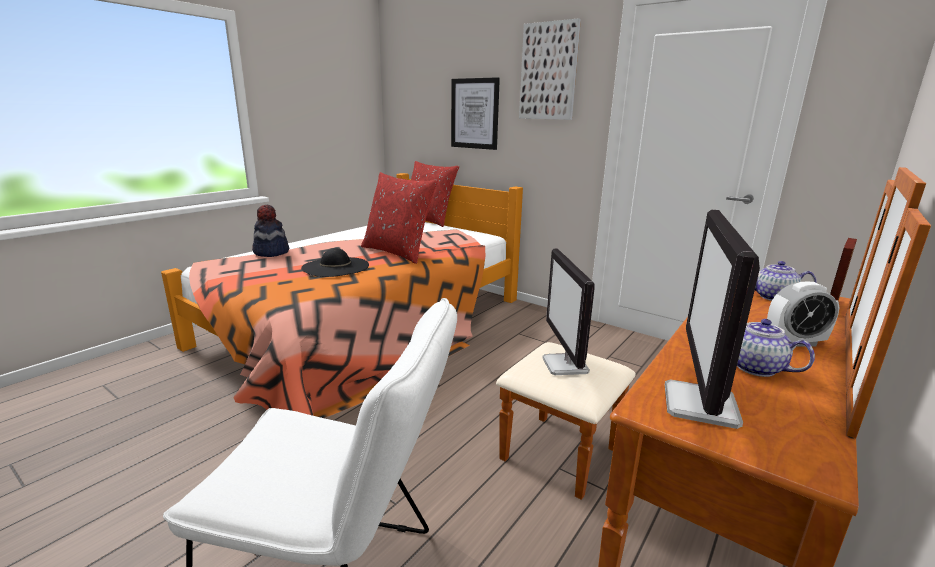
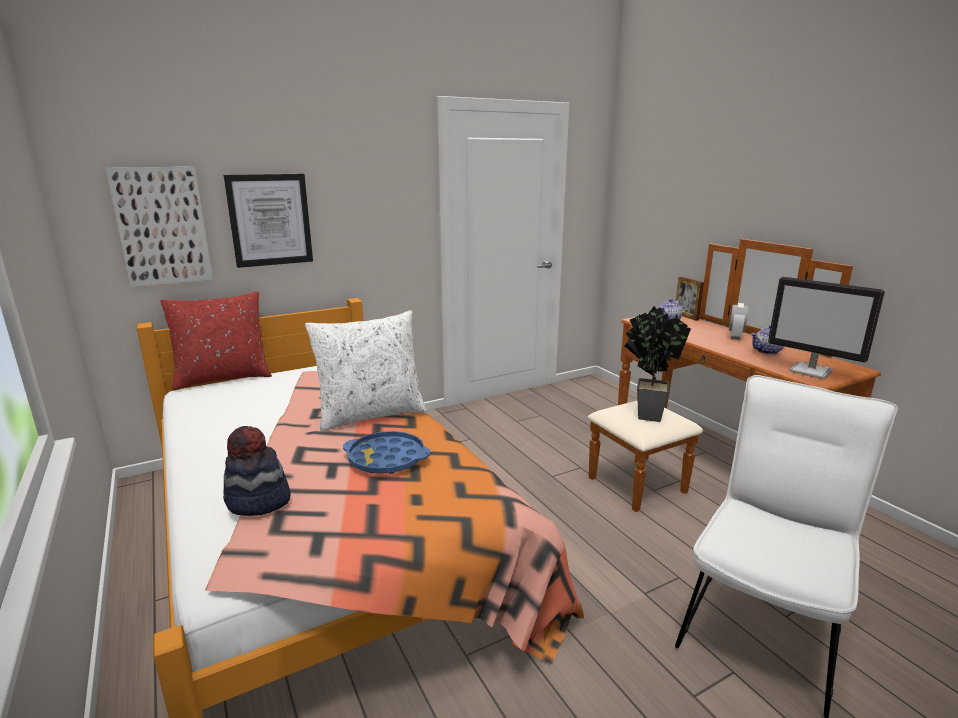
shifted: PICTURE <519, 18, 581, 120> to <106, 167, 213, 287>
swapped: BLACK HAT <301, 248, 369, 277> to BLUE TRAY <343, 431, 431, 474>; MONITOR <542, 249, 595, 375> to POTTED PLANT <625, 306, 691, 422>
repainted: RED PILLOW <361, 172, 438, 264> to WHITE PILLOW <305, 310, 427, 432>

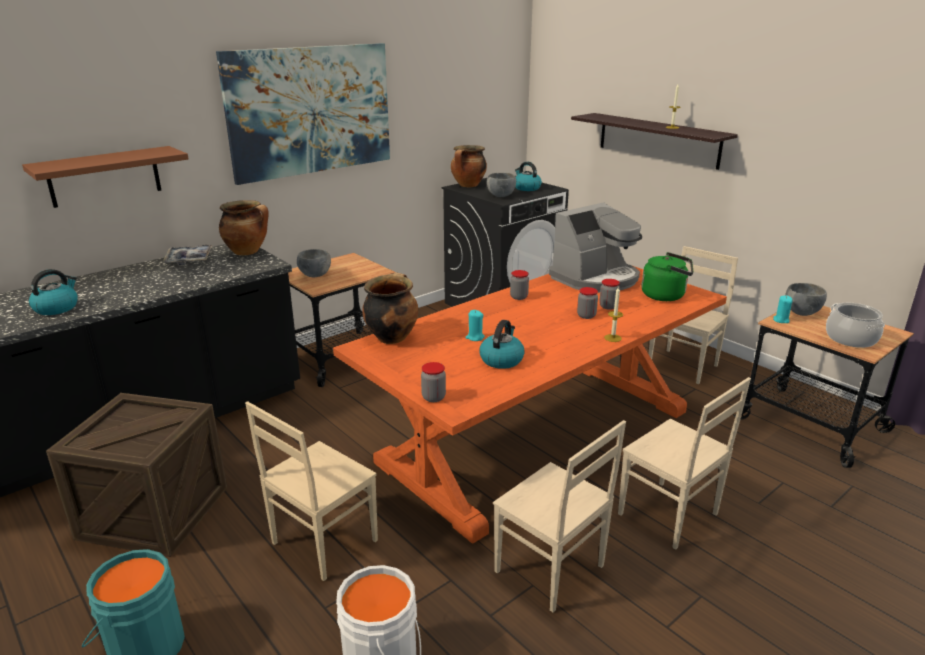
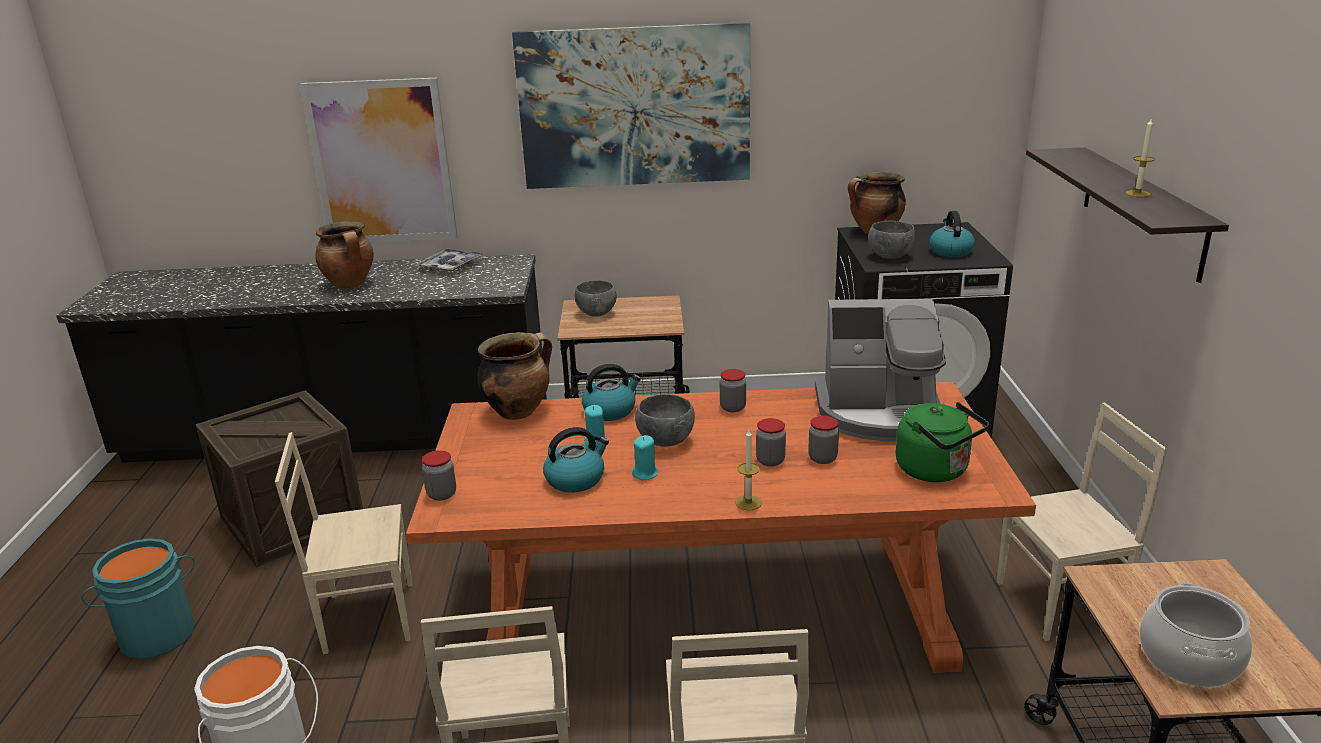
shifted: KETTLE <29, 269, 78, 315> to <582, 364, 641, 421>; COOKING POT <219, 200, 269, 255> to <315, 221, 374, 289>; TURQUOISE CANDLE <773, 295, 793, 323> to <632, 435, 658, 480>; GREY BOWL <785, 283, 827, 316> to <635, 394, 695, 447>
swapped: BROWN SHELF <22, 146, 189, 208> to PICTURE <300, 78, 458, 242>

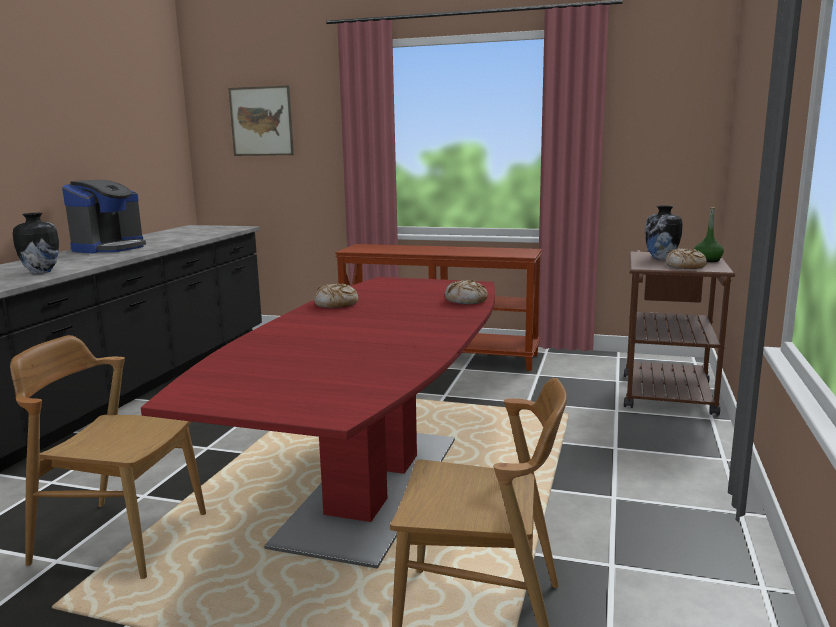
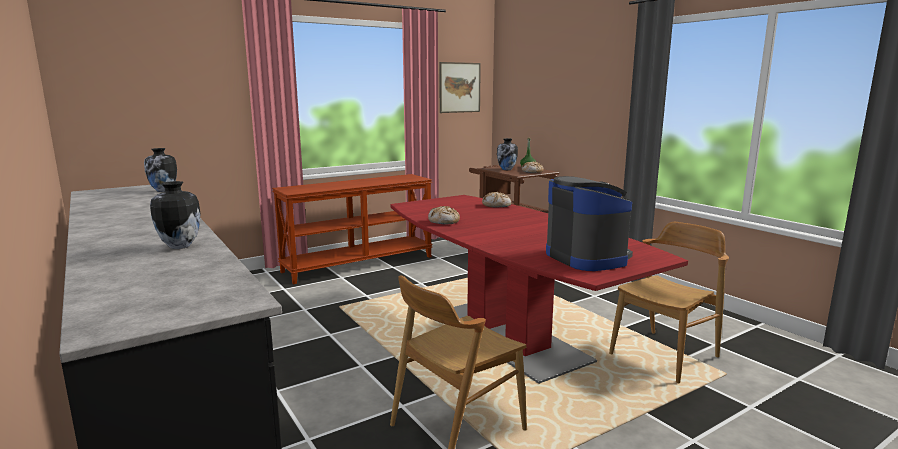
new: VASE <144, 148, 177, 192>
shifted: COFFEE MACHINE <62, 180, 146, 253> to <546, 176, 633, 271>; PICTURE <228, 86, 294, 156> to <439, 62, 481, 113>

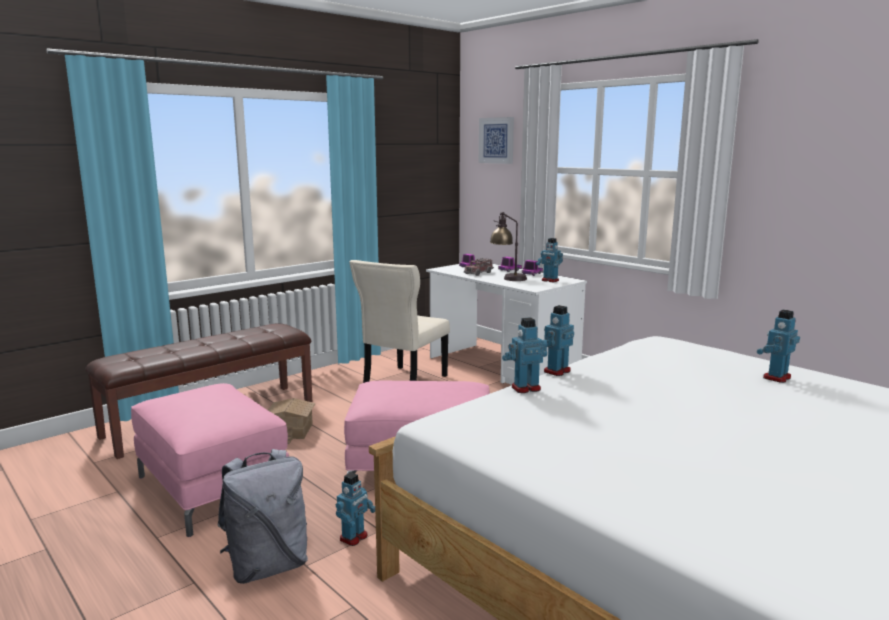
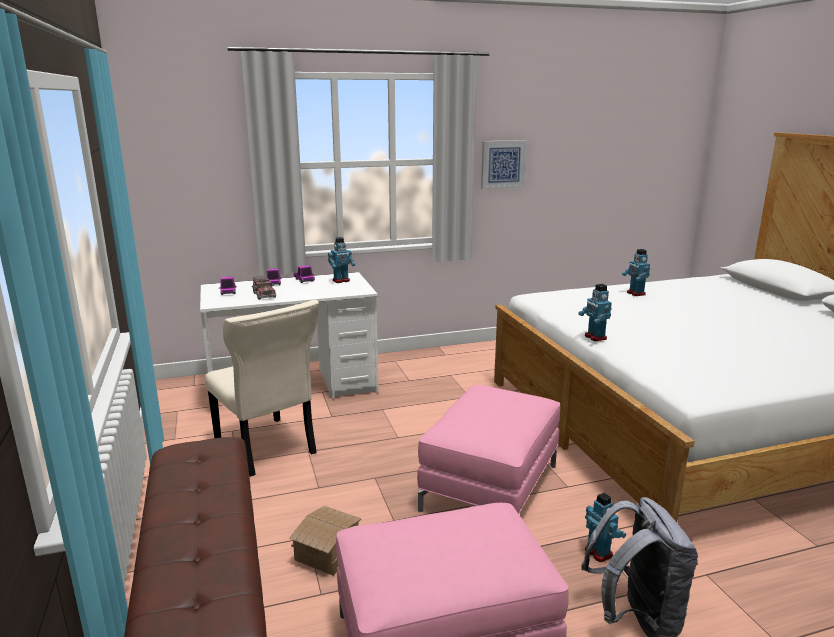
gone: TABLE LAMP <490, 212, 527, 281>; TOY ROBOT <502, 317, 548, 393>
shifted: PICTURE <479, 117, 514, 164> to <481, 140, 527, 189>

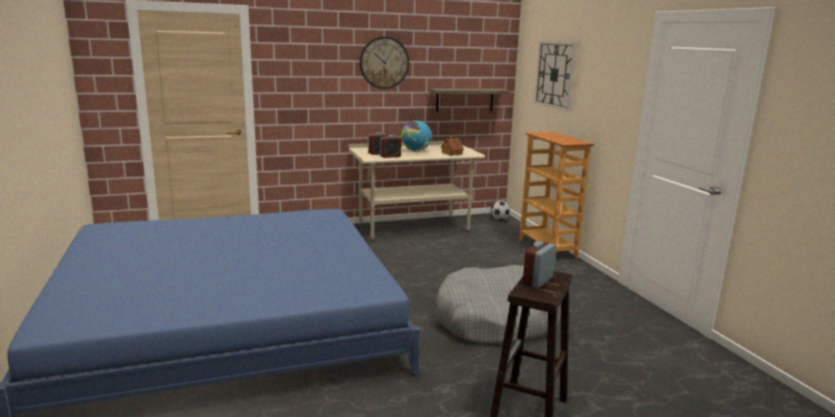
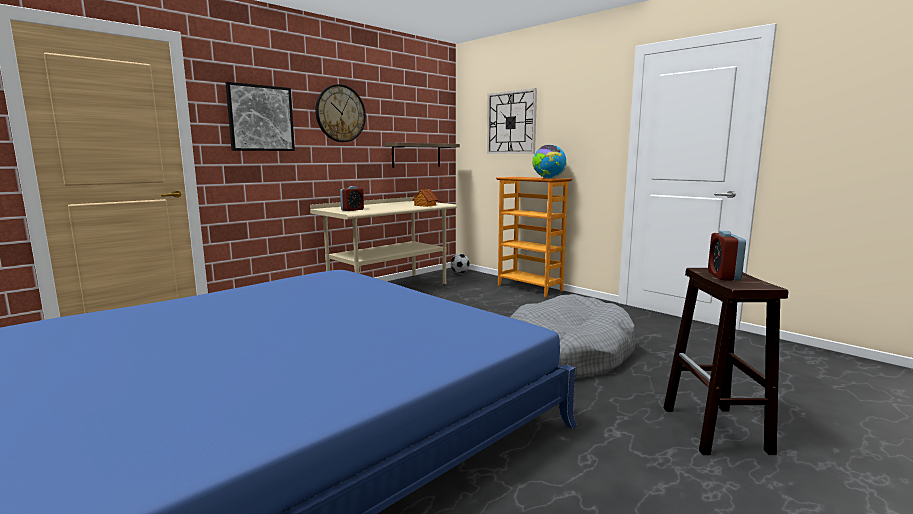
gone: ALARM CLOCK <380, 135, 402, 158>
new: PICTURE <225, 82, 295, 151>
shifted: GLOBE <401, 121, 432, 151> to <532, 145, 567, 179>

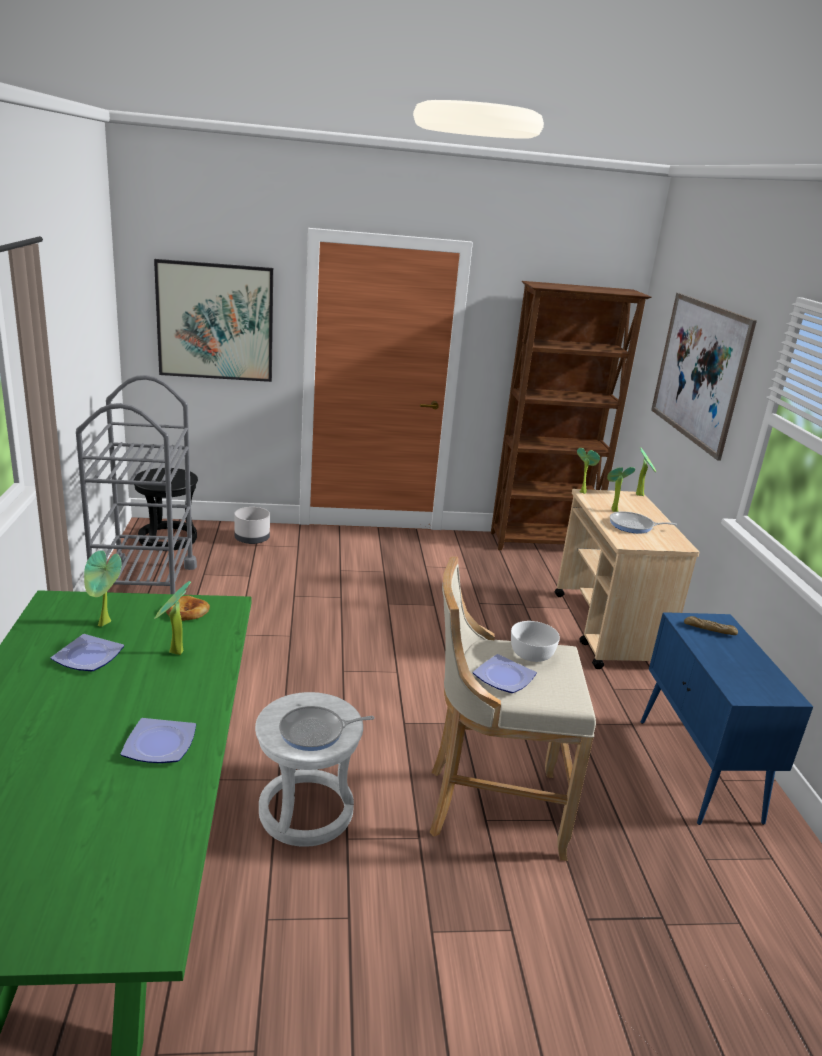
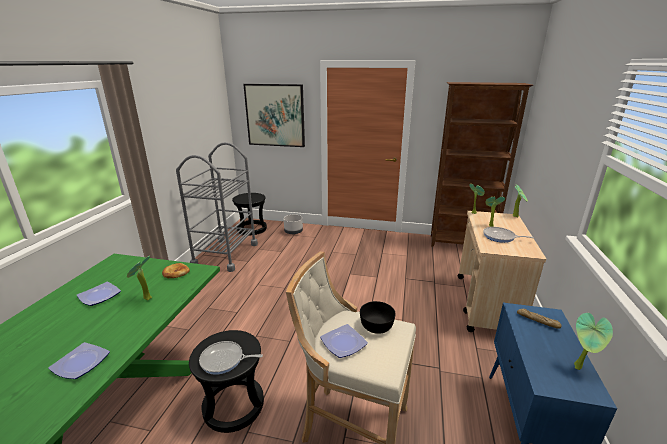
gone: PICTURE <651, 293, 757, 461>
shifted: POTTED PLANT <84, 550, 122, 627> to <574, 313, 613, 370>
repainted: WHITE STOOL <255, 692, 363, 847> to BLACK STOOL <189, 330, 264, 433>; WHITE BOWL <511, 621, 560, 662> to BLACK BOWL <360, 301, 396, 334>

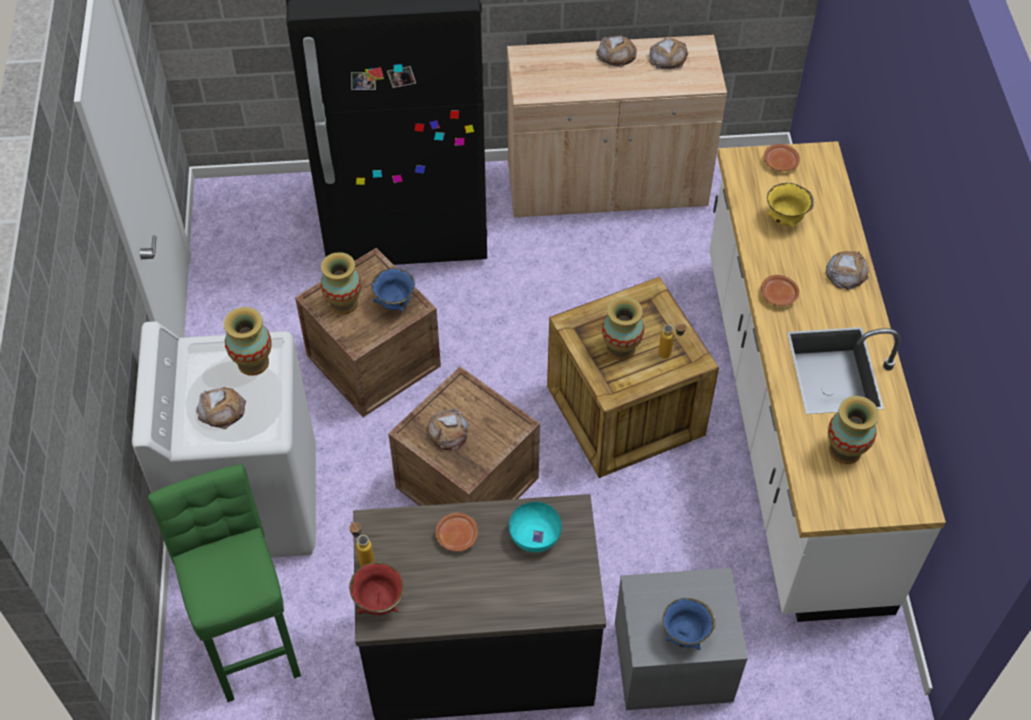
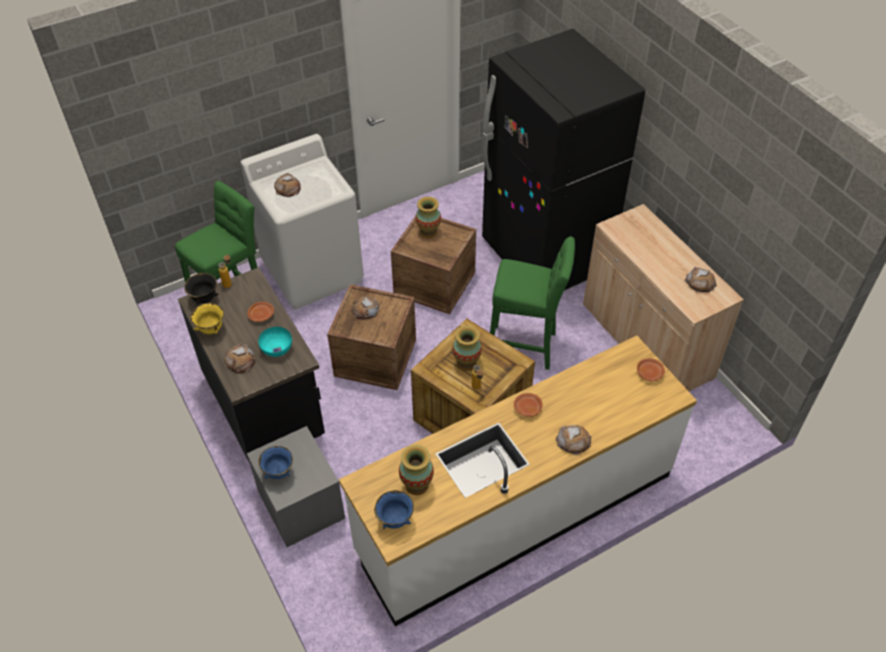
gone: VASE <224, 307, 272, 376>
new: GREEN STOOL <490, 236, 575, 370>
shifted: BLUE BOWL <371, 268, 415, 312> to <374, 490, 414, 529>; BREAD <596, 35, 637, 68> to <224, 343, 255, 373>; YELLOW BOWL <767, 183, 814, 227> to <190, 303, 224, 334>
repainted: RED BOWL <349, 562, 404, 615> to BLACK BOWL <184, 273, 218, 305>

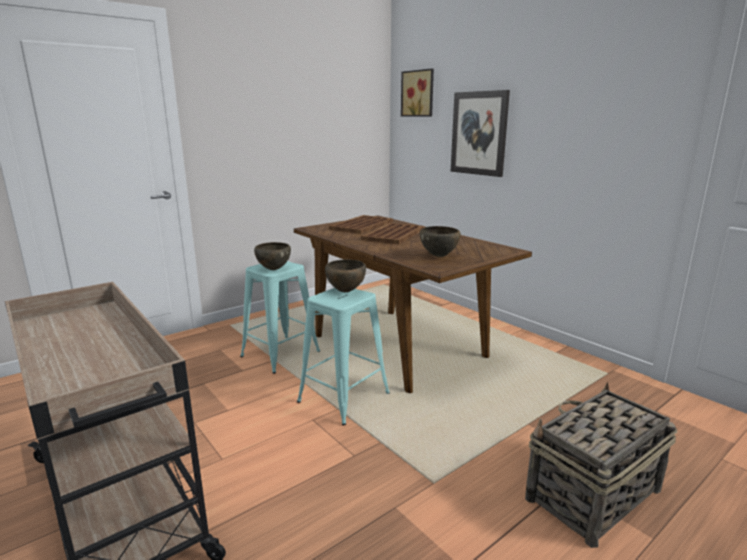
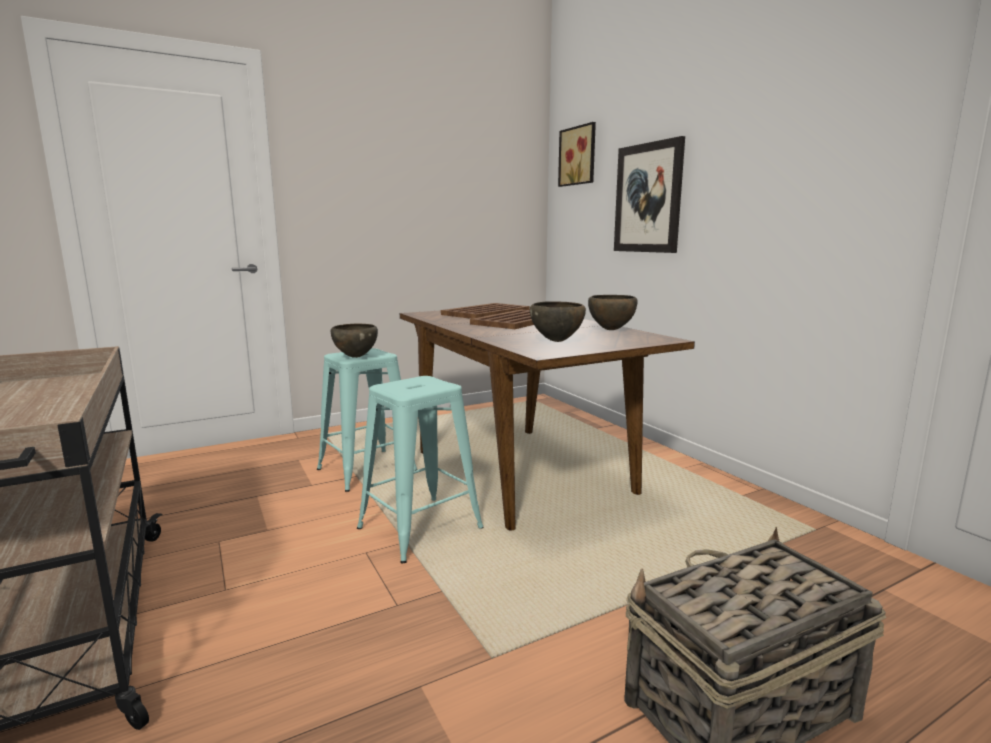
shifted: BROWN BOWL <325, 260, 366, 292> to <588, 295, 637, 330>

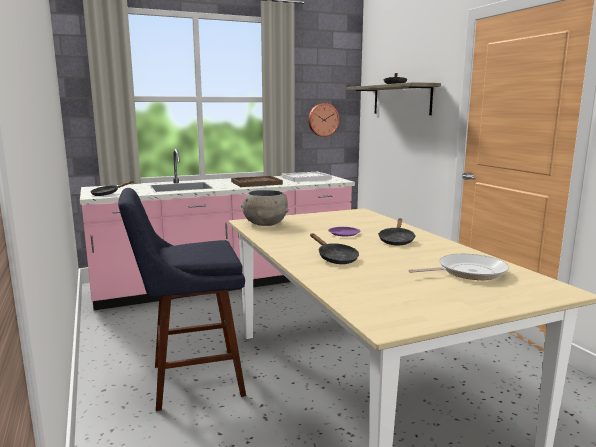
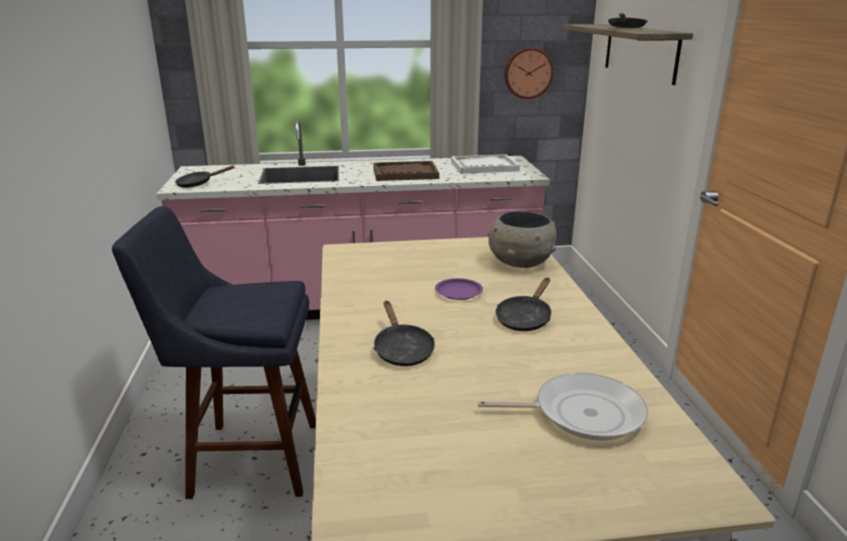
shifted: GREY BOWL <241, 190, 289, 226> to <487, 211, 556, 268>

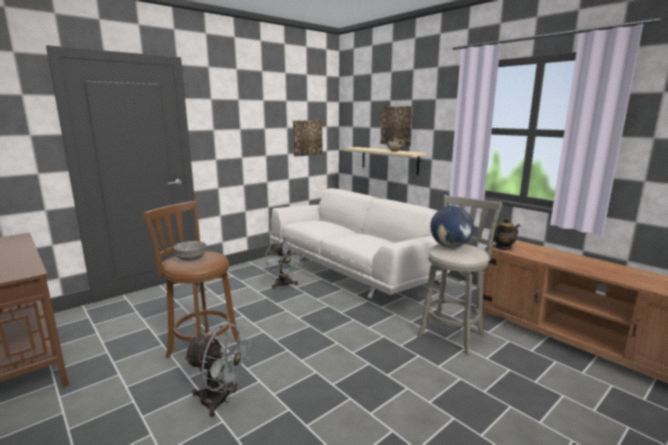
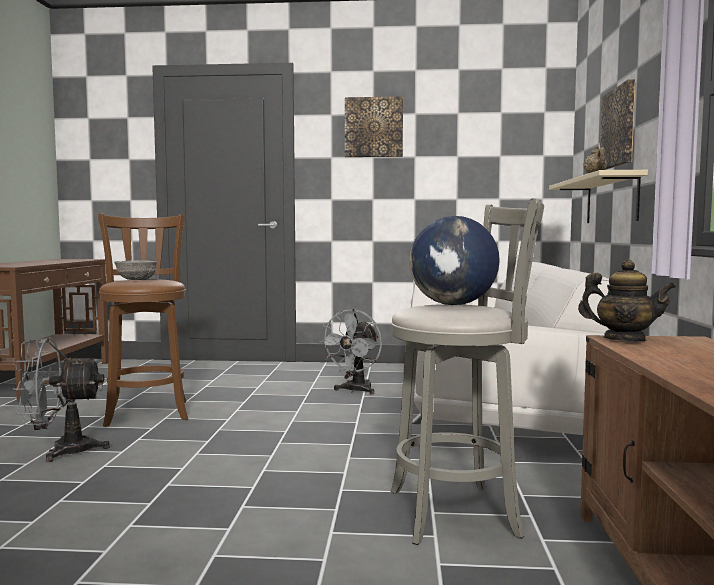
shifted: PICTURE <293, 120, 322, 156> to <345, 97, 403, 157>
rotated: GREY FAN <184, 323, 252, 417> = <13, 337, 110, 462> 105 degrees clockwise

